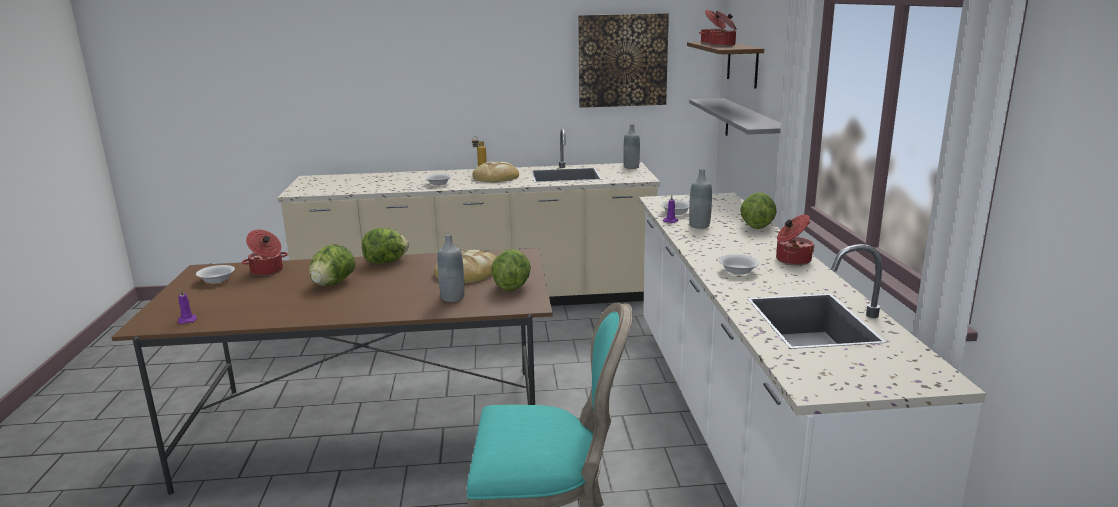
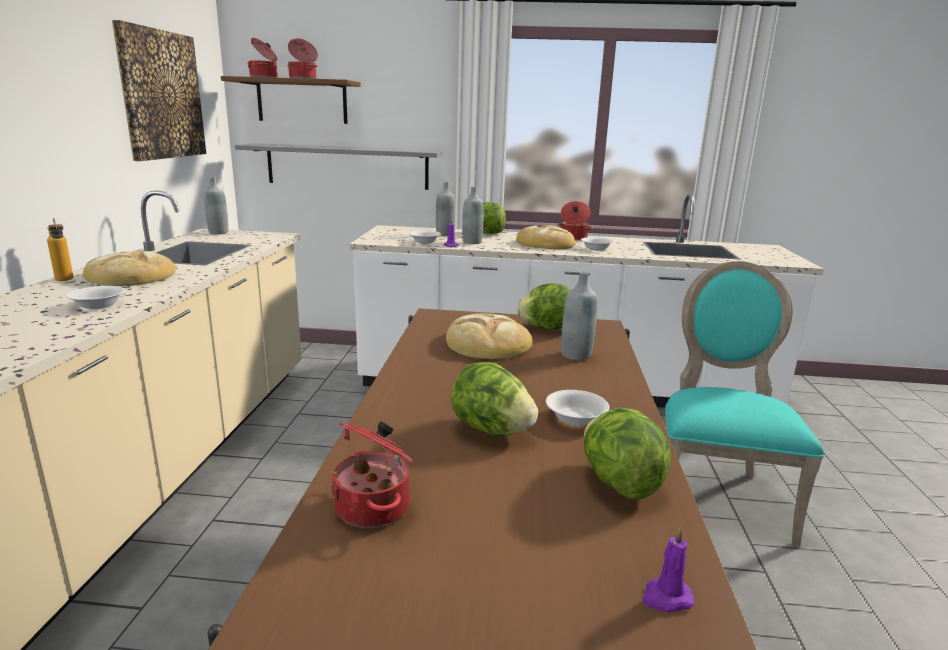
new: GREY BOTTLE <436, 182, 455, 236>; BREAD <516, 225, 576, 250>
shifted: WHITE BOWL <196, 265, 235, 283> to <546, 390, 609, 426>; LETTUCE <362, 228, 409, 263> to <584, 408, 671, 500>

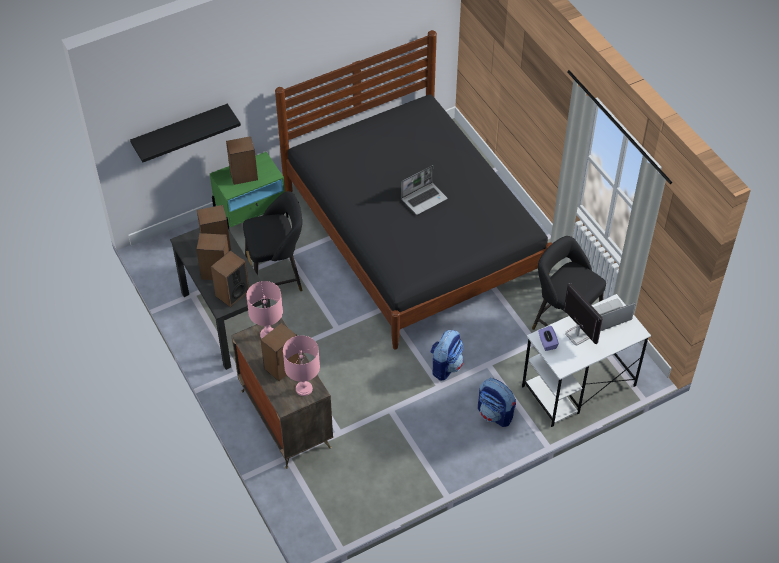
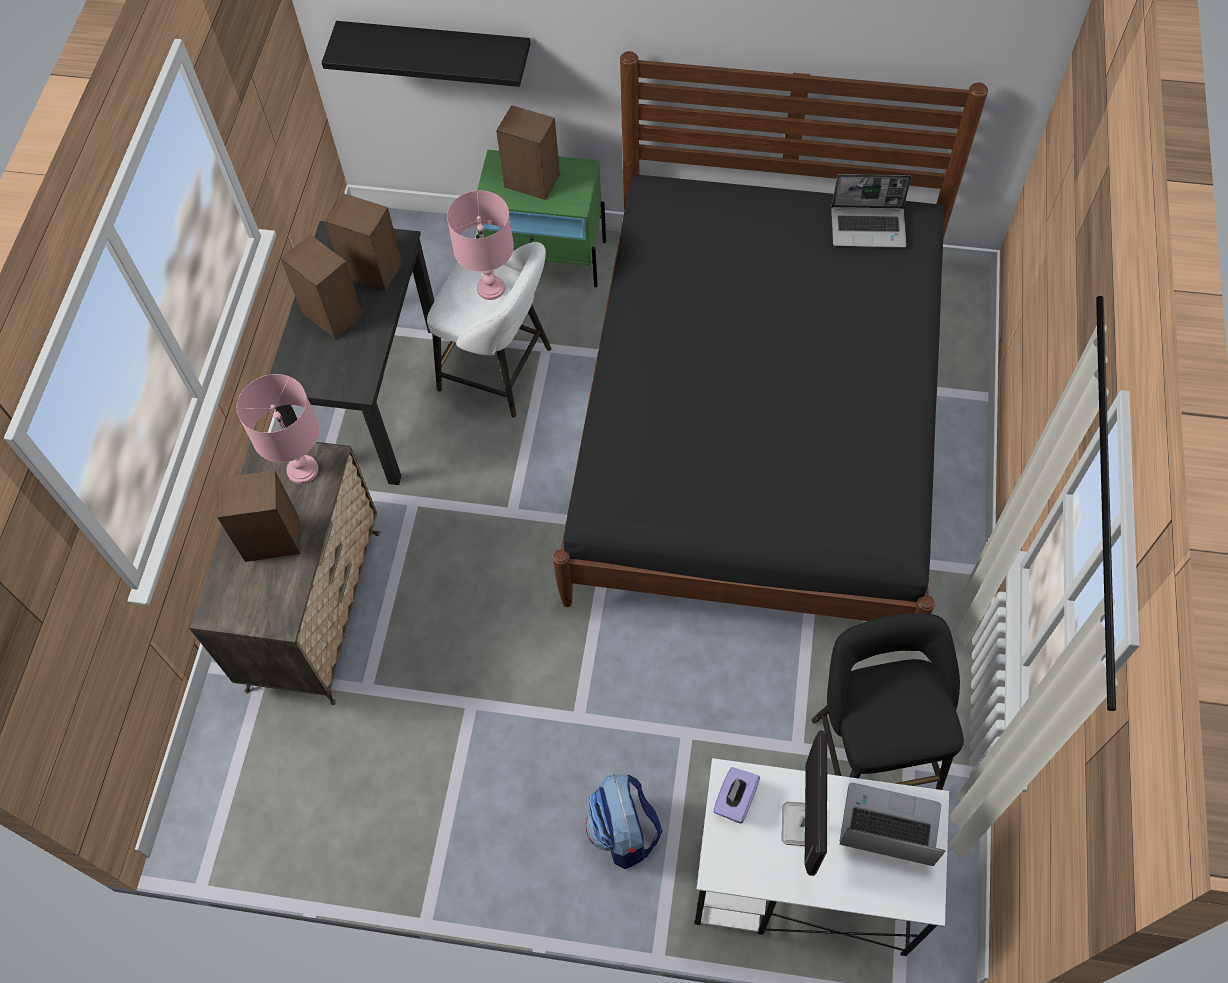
gone: SPEAKER <211, 250, 249, 307>; BACKPACK <430, 330, 463, 381>
shifted: PINK TABLE LAMP <283, 336, 320, 396> to <447, 191, 514, 300>; LAPTOP <401, 165, 448, 215> to <831, 174, 912, 248>
repainted: BLACK STOOL <243, 191, 302, 291> to WHITE STOOL <427, 242, 552, 417>

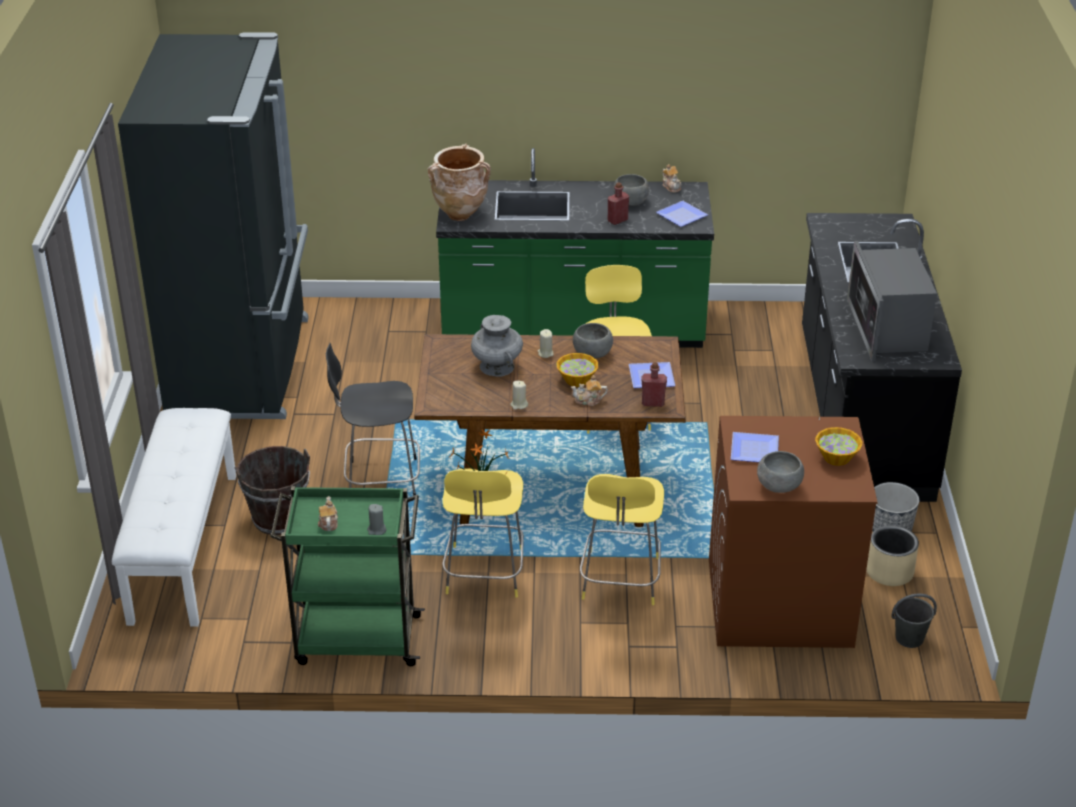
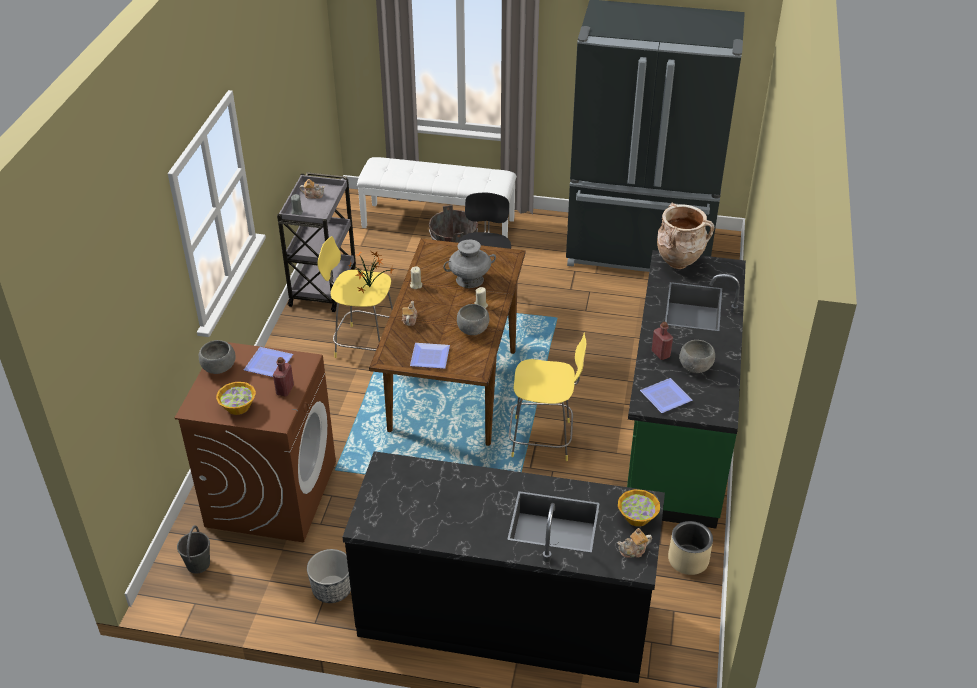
gone: YELLOW STOOL <580, 474, 664, 605>; MICROWAVE <847, 241, 937, 361>
shifted: BOWL <557, 353, 599, 387> to <618, 489, 660, 527>; RED BOTTLE <642, 362, 667, 407> to <273, 357, 294, 396>; TEAPOT <662, 164, 682, 193> to <617, 528, 652, 558>; BEIGE PLANTER <866, 525, 919, 586> to <668, 521, 713, 575>
repainted: GREEN CART <270, 487, 425, 666> to GREY CART <277, 172, 356, 312>

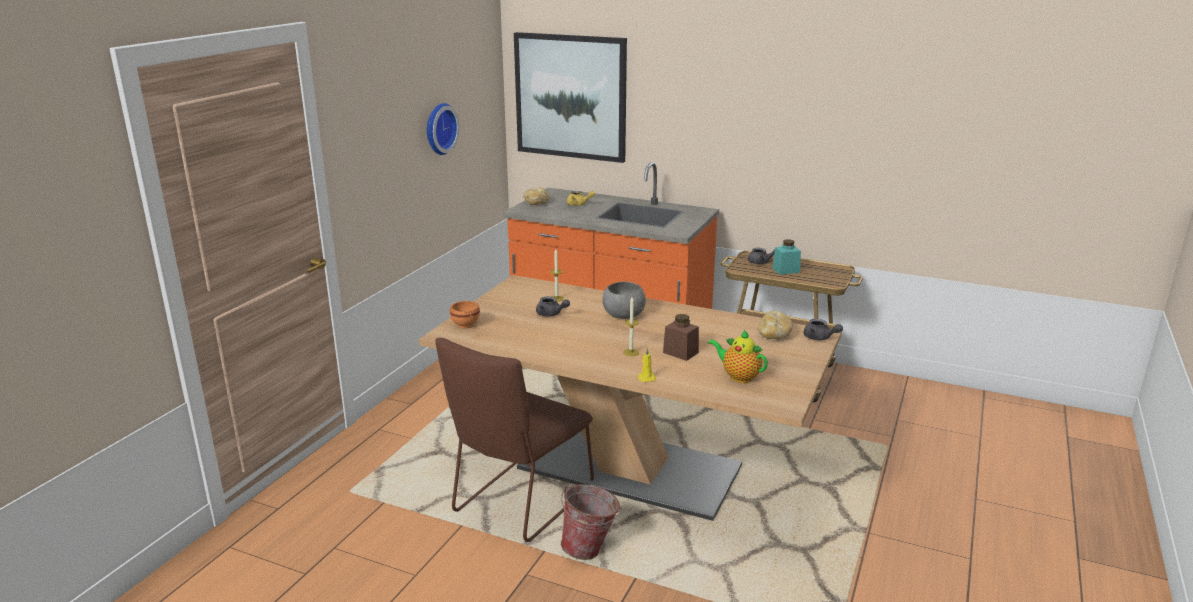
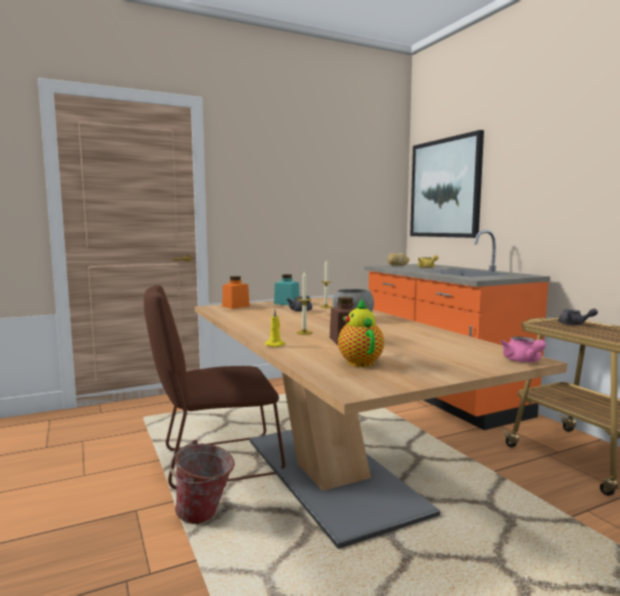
gone: WALL CLOCK <427, 103, 460, 155>; BREAD <757, 311, 793, 339>
shifted: TURQUOISE JAR <772, 239, 801, 275> to <274, 274, 300, 305>
swapped: ORANGE BOWL <450, 301, 480, 328> to ORANGE JAR <222, 276, 250, 309>
repainted: GREY TEAPOT <804, 319, 843, 340> to PINK TEAPOT <501, 337, 546, 363>

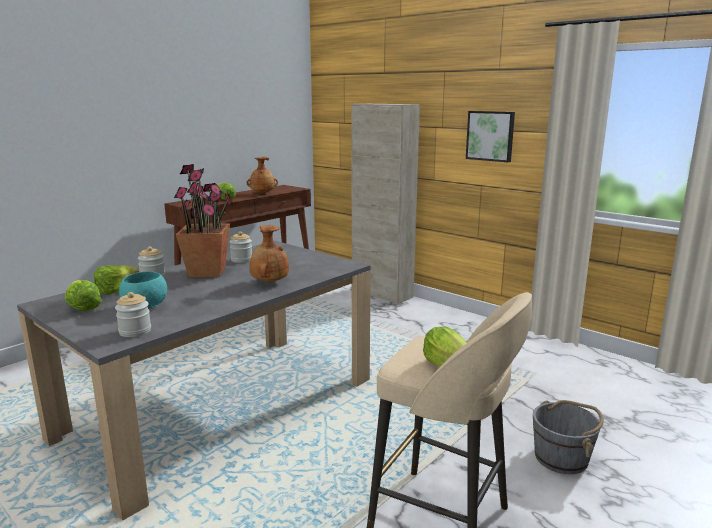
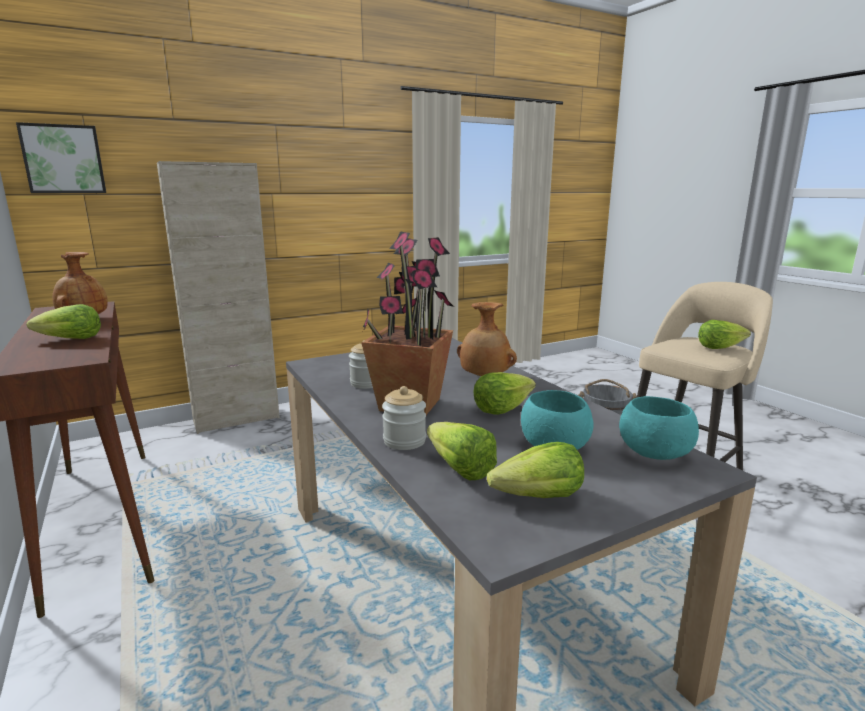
new: LETTUCE <473, 372, 536, 415>
shifted: PICTURE <466, 111, 515, 162> to <16, 122, 106, 193>
swapped: JAR <115, 292, 151, 337> to TURQUOISE BOWL <619, 396, 699, 460>

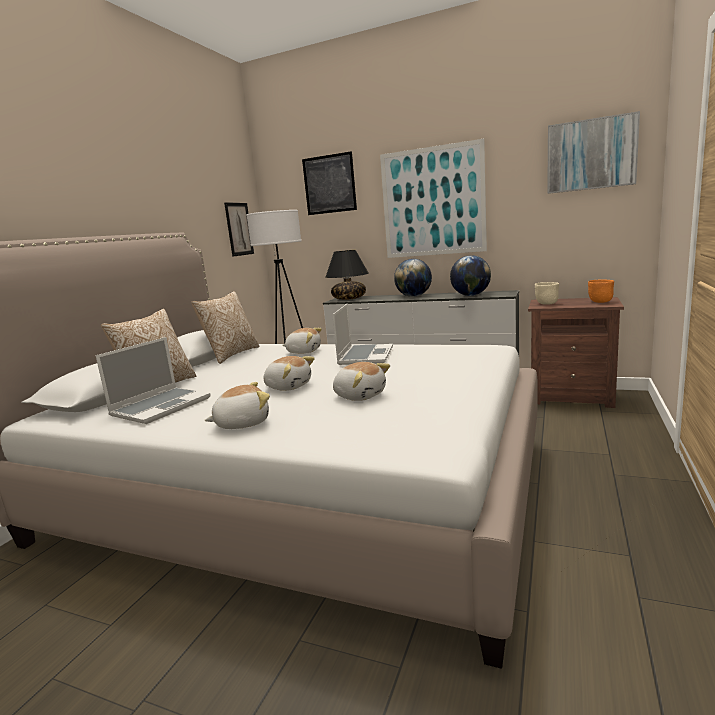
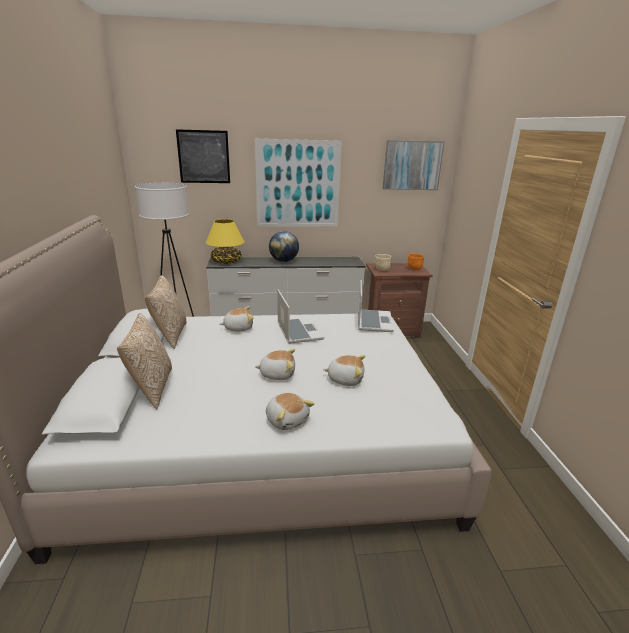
gone: PICTURE <224, 202, 254, 257>; GLOBE <450, 255, 491, 296>
shifted: LAPTOP <96, 337, 211, 424> to <358, 280, 394, 332>
repainted: BLACK TABLE LAMP <326, 250, 369, 300> to YELLOW TABLE LAMP <206, 219, 245, 264>
rotated: PLUSH TOY <204, 382, 270, 429> = <266, 393, 315, 430> 105 degrees clockwise

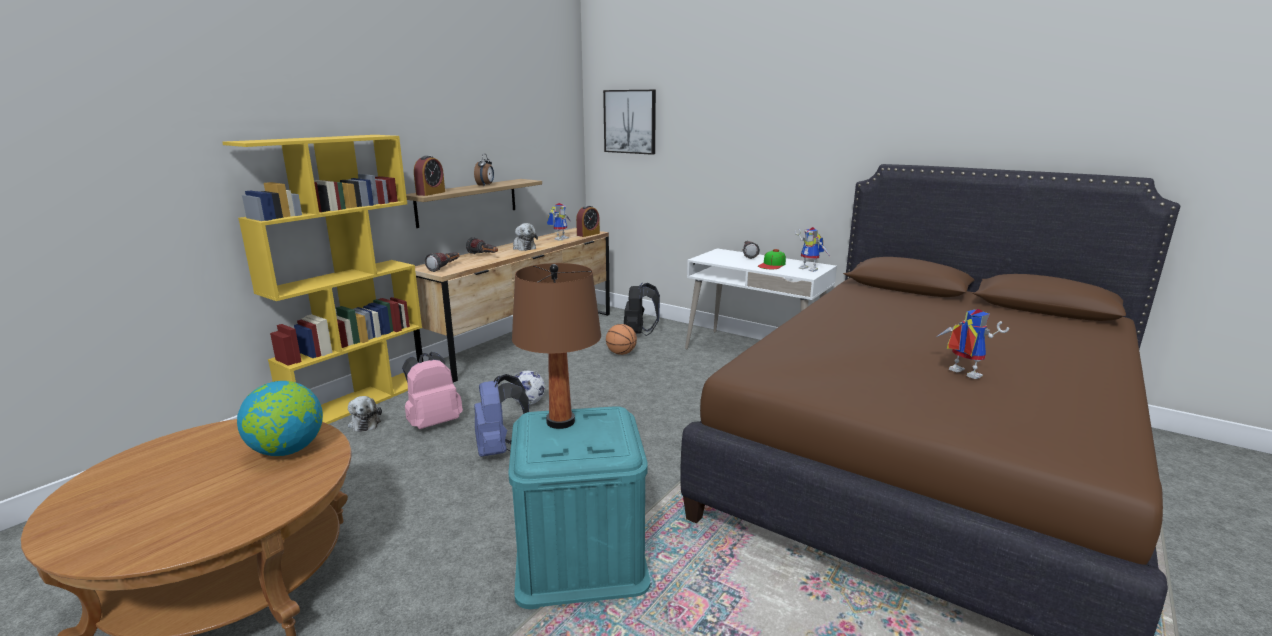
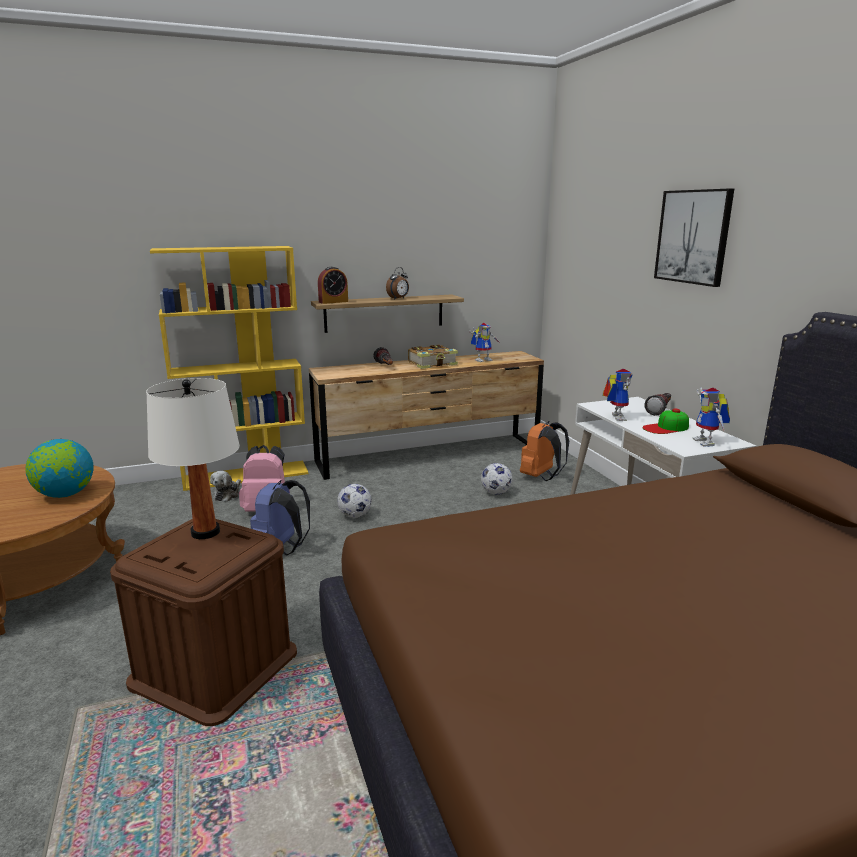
gone: FLASHLIGHT <425, 252, 460, 272>; ALARM CLOCK <576, 205, 600, 237>
shifted: PICTURE <603, 90, 656, 155> to <654, 189, 734, 287>; TOY ROBOT <936, 309, 1009, 379> to <603, 369, 633, 421>
swapped: PLUSH TOY <513, 223, 538, 251> to BOOK <408, 345, 458, 369>; BASKETBALL <606, 324, 637, 355> to FOOTBALL <481, 463, 513, 495>
repainted: TURQUOISE STORAGE BOX <508, 406, 650, 609> to BROWN STORAGE BOX <110, 519, 297, 726>; BROWN TABLE LAMP <512, 263, 601, 429> to WHITE TABLE LAMP <146, 378, 240, 539>; BLACK BACKPACK <624, 282, 660, 336> to ORANGE BACKPACK <520, 421, 569, 481>

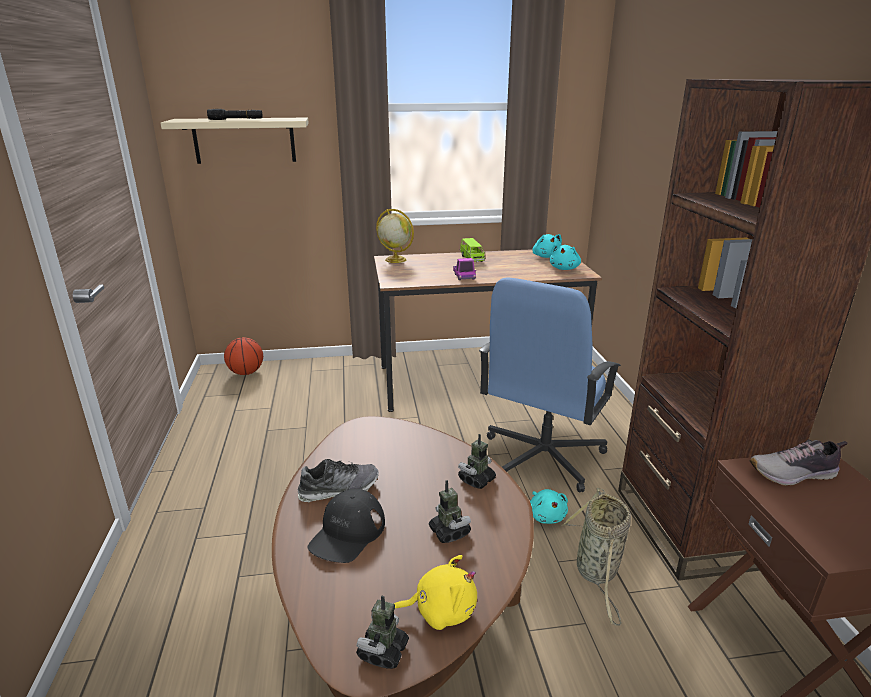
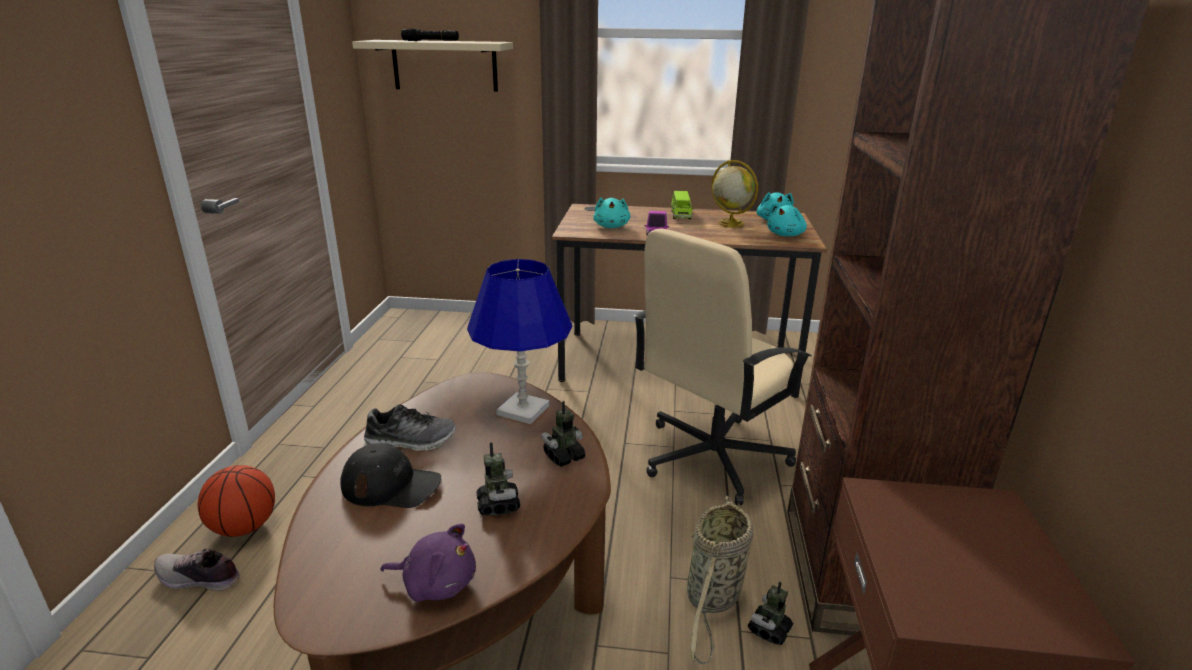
new: BLUE TABLE LAMP <467, 259, 572, 424>
shifted: BASKETBALL <224, 337, 263, 375> to <198, 465, 275, 537>; TOY ROBOT <356, 596, 409, 669> to <748, 581, 793, 645>; GLOBE <376, 209, 414, 263> to <711, 160, 758, 227>; TURQUOISE PLUSH TOY <530, 489, 568, 524> to <593, 198, 630, 228>; SHOE <750, 439, 848, 486> to <154, 549, 240, 591>
repainted: YELLOW PLUSH TOY <394, 555, 477, 630> to PURPLE PLUSH TOY <381, 524, 476, 602>; BLUE OFFICE CHAIR <479, 277, 621, 492> to BEIGE OFFICE CHAIR <634, 228, 812, 505>
rotated: BLACK CAP <307, 489, 385, 563> = <340, 443, 441, 508> 120 degrees counterclockwise

